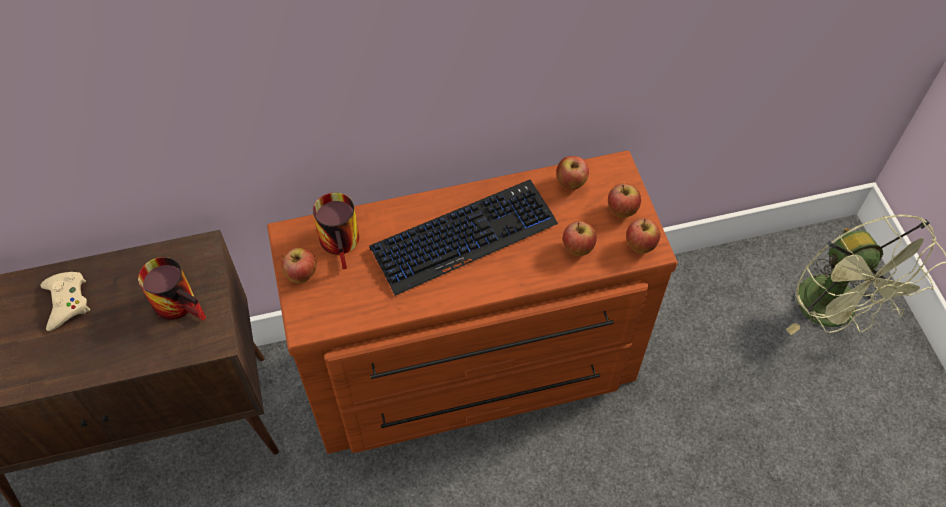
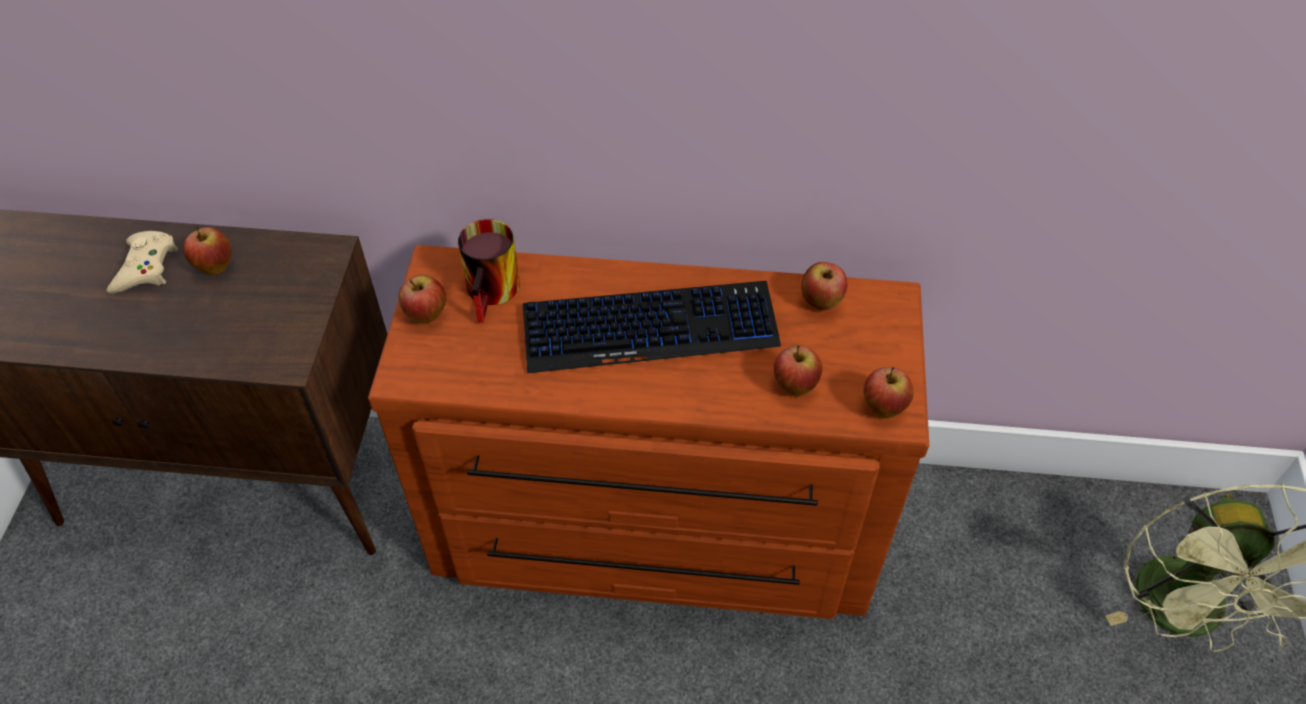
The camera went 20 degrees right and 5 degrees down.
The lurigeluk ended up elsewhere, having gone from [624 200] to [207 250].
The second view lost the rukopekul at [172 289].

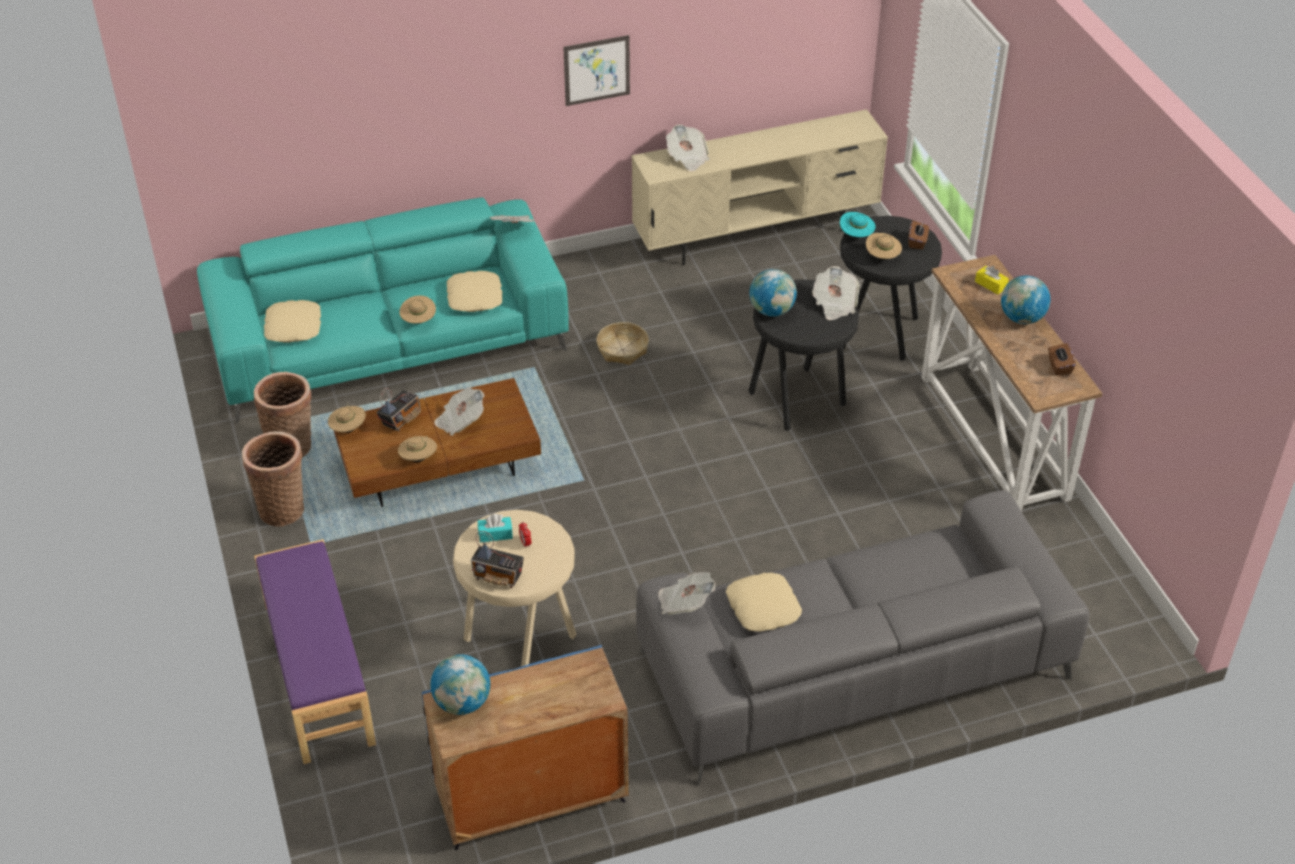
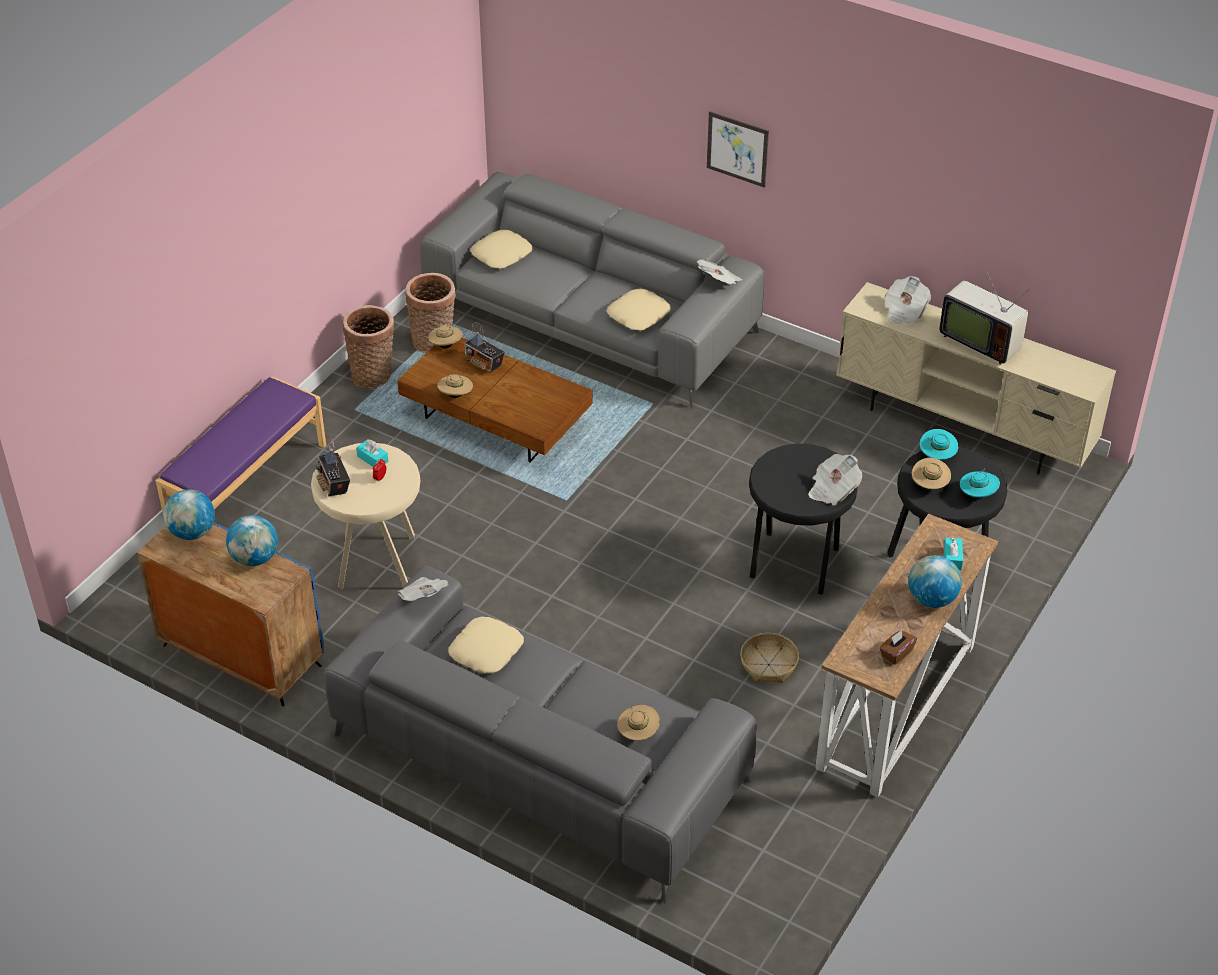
The camera went 50 degrees right and 0 degrees up.
The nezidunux ended up elsewhere, having gone from [773 293] to [252 540].
What was the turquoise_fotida at [383 310] turned into the grey_fotida at [592 290].
The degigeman at [398 409] ended up facing another way, 45 degrees clockwise from before.
The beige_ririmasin ended up elsewhere, having gone from [417 309] to [638 723].
The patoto ended up elsewhere, having gone from [596 70] to [738 149].
The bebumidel ended up elsewhere, having gone from [622 343] to [769 658].
The second view gained the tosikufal at [984 317].
What was the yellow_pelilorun at [992 280] turned into the turquoise_pelilorun at [953 554].
Where the brown_pelilorun stood at [918 235], the turquoise_ririmasin came to stand at [980 483].
The second view lost the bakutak at [459 411].

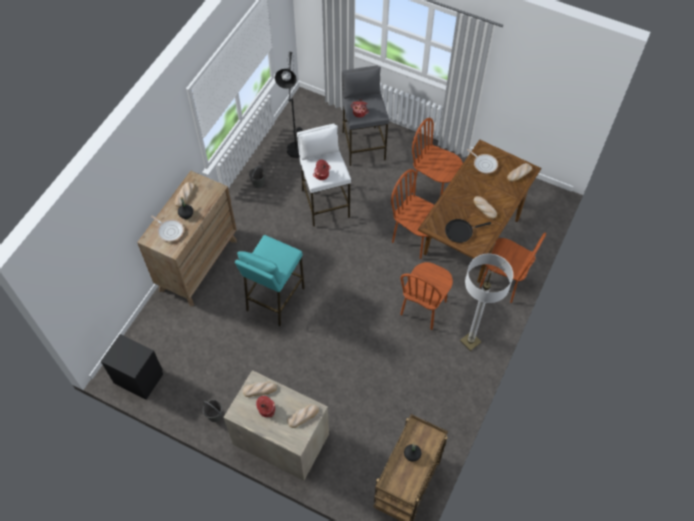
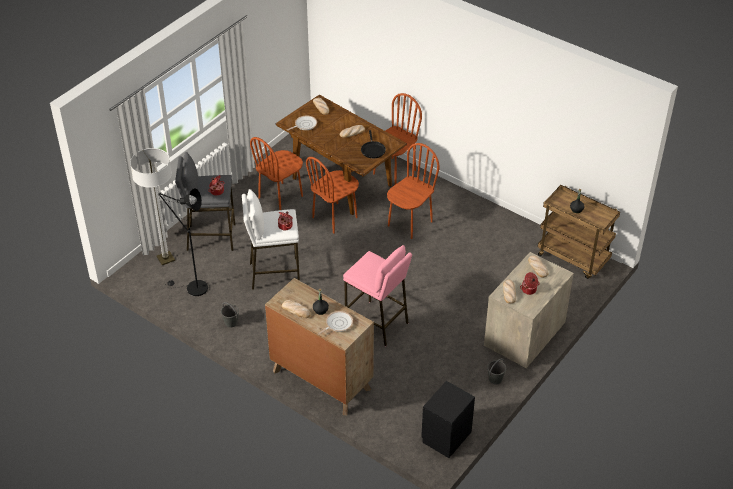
The camera went 80 degrees left and 15 degrees down.
The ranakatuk ended up elsewhere, having gone from [486 302] to [152 206].
What was the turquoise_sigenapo at [270 280] turned into the pink_sigenapo at [377 295].
The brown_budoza at [426 296] ended up facing another way, 90 degrees counterclockwise from before.

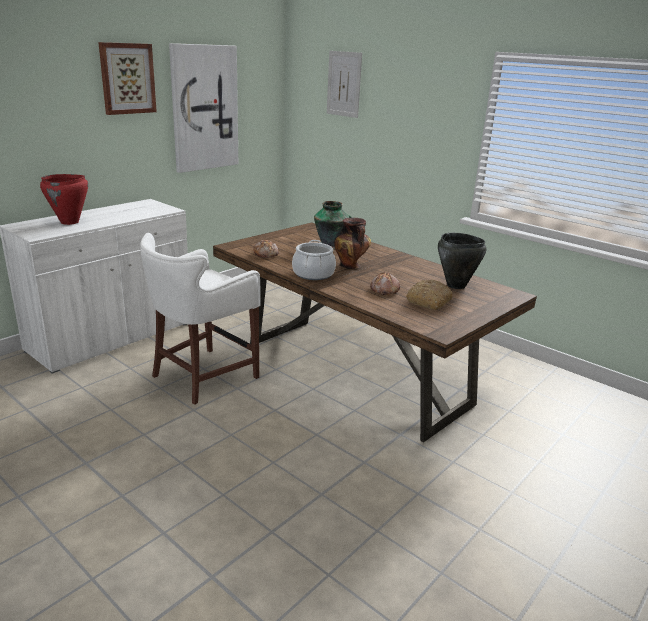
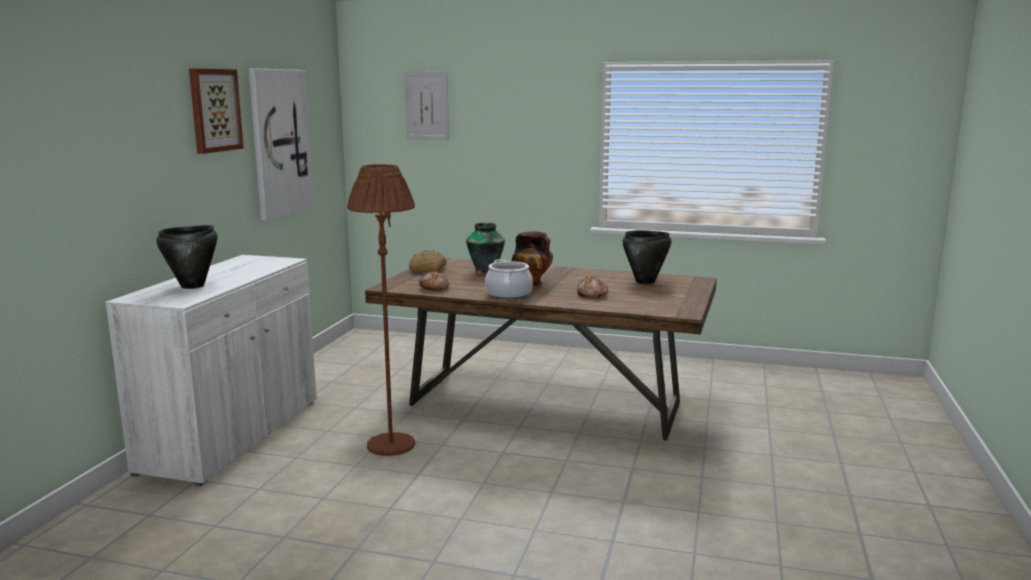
The camera went 25 degrees left and 10 degrees down.
What was the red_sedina at [64 199] turned into the black_sedina at [187 257].
Where the white_sigenapo stood at [200 319], the brown_ranakatuk came to stand at [381 310].
The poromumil ended up elsewhere, having gone from [429 295] to [427 261].

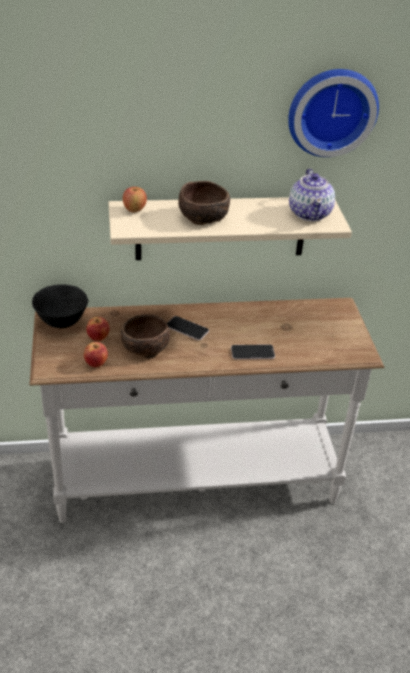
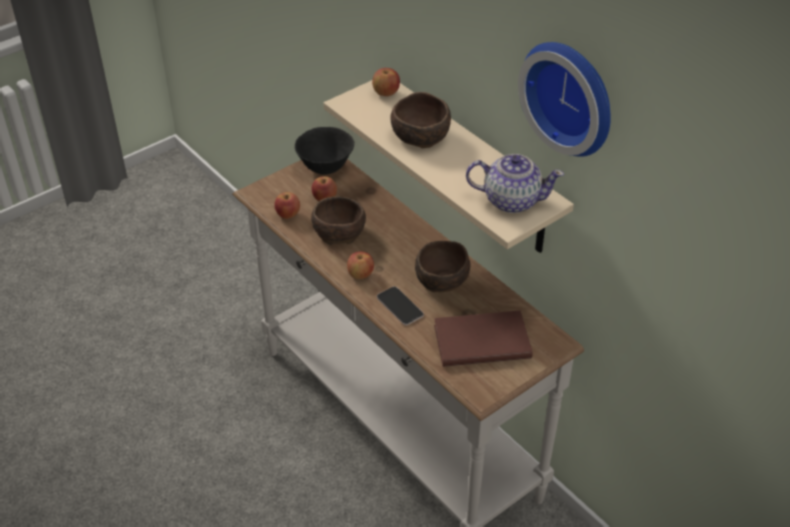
The camera went 60 degrees right and 5 degrees up.
The second view gained the lurigeluk at [360 265].
The second view gained the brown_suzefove at [443 266].
The second view gained the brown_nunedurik at [483 338].
The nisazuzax at [312 195] ended up facing another way, 135 degrees counterclockwise from before.
The second view lost the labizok at [188 328].

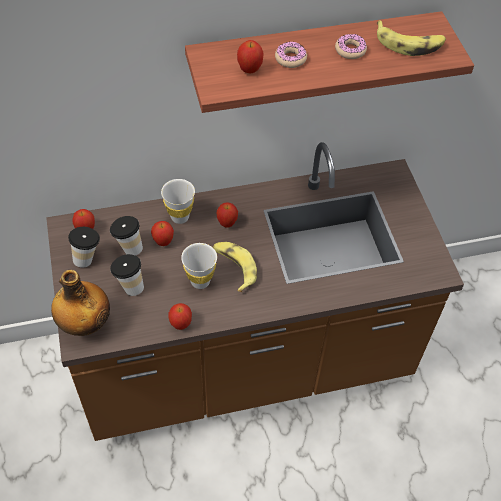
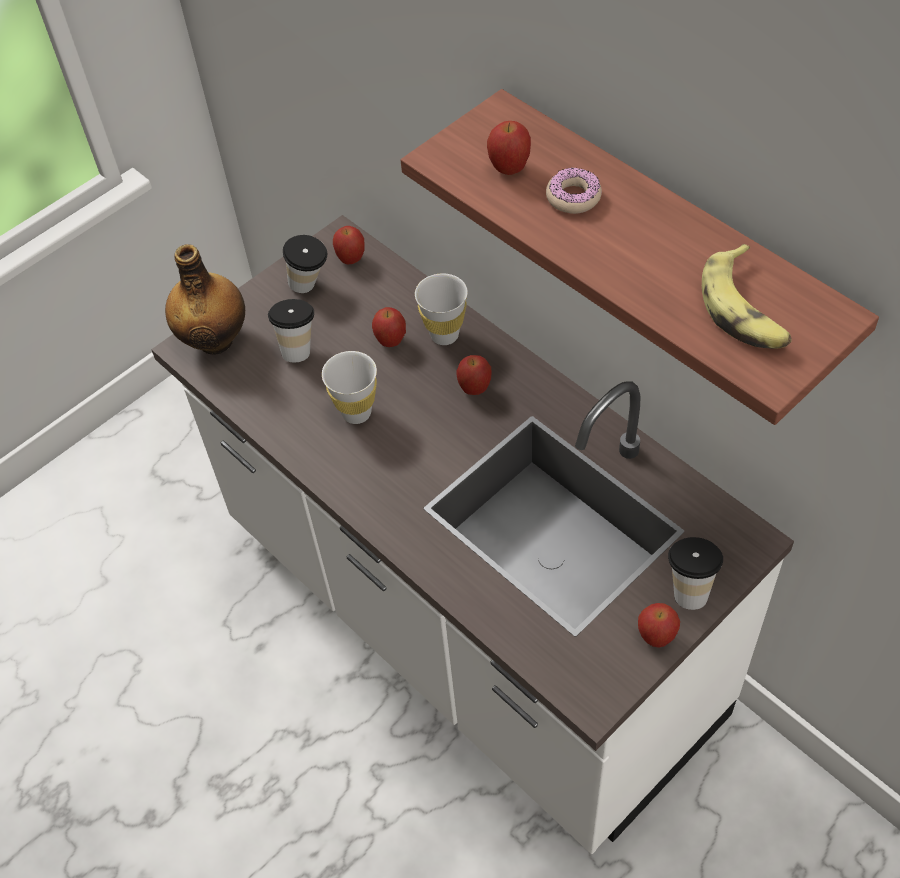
The camera went 65 degrees right and 0 degrees up.
What was the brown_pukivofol at [255 291] turned into the white_pukivofol at [472 534].
The lurigeluk ended up elsewhere, having gone from [180 316] to [659 625].
The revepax ended up elsewhere, having gone from [126 236] to [695 573].
The second view lost the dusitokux at [235 267].
The second view lost the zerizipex at [351 46].

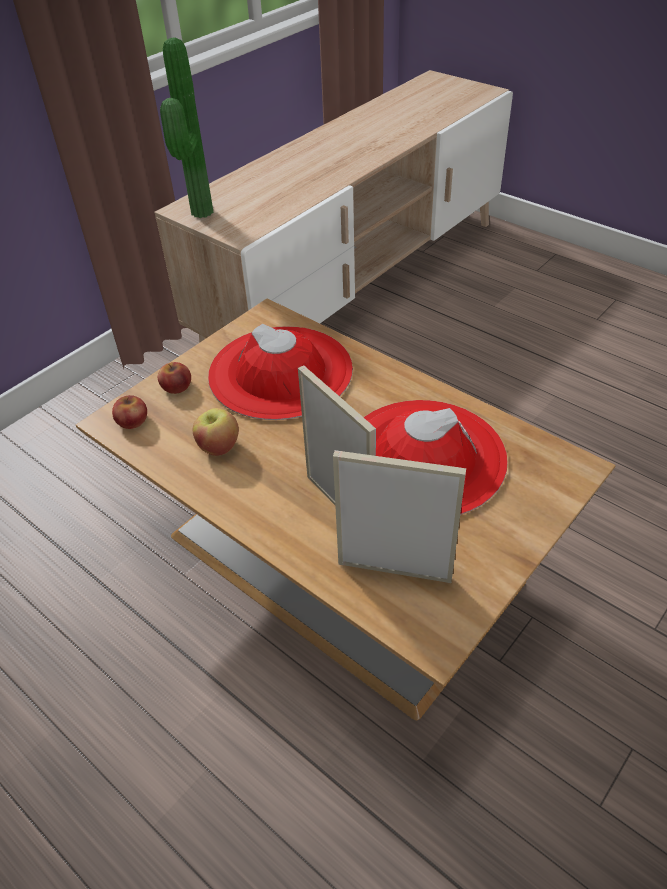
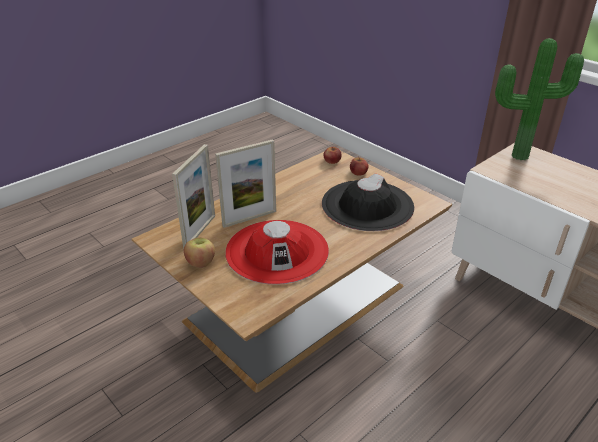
The camera went 95 degrees right and 10 degrees down.
The lurigeluk ended up elsewhere, having gone from [216 432] to [199 252].
What was the red_ririmasin at [280 372] turned into the black_ririmasin at [368 202].

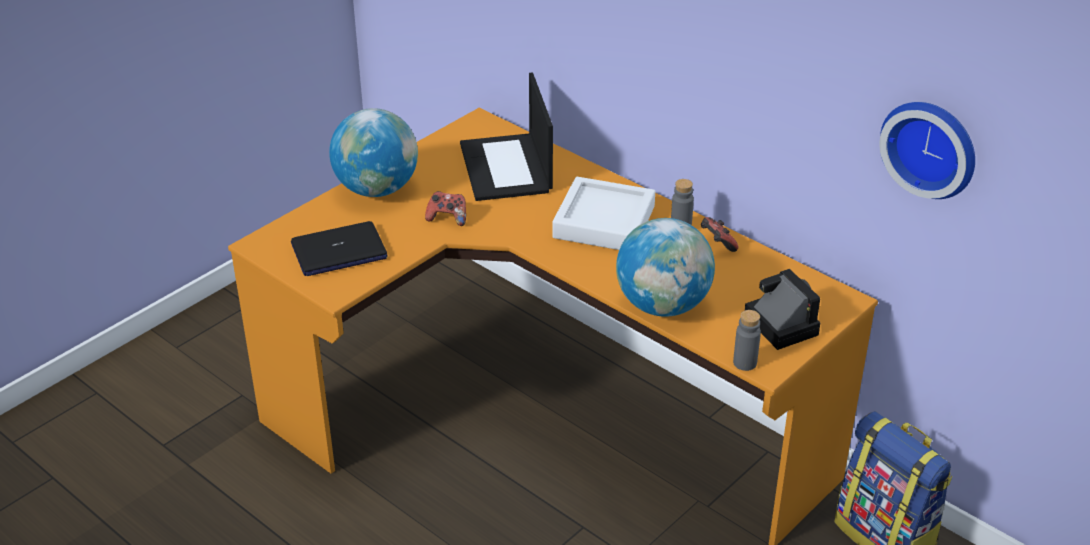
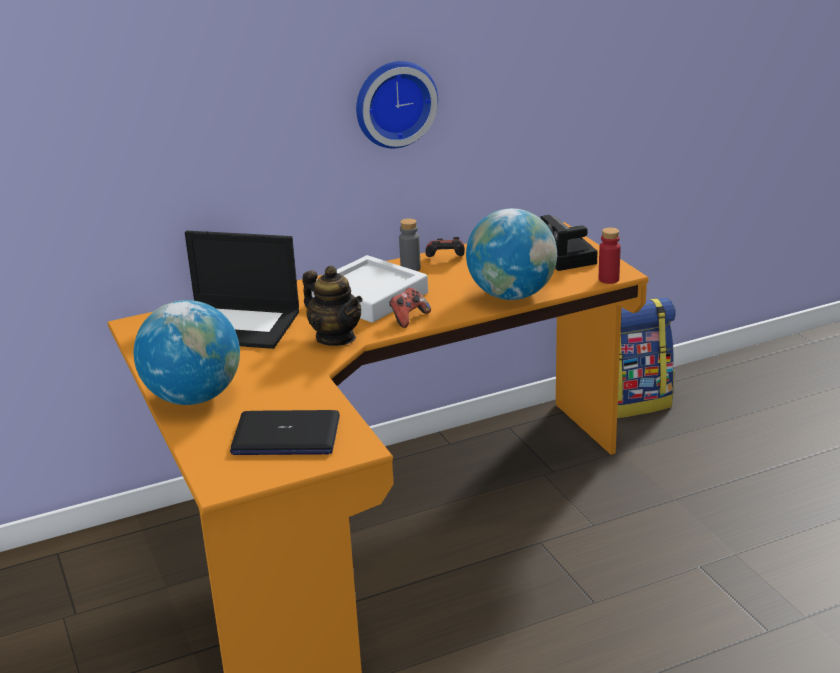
The camera went 65 degrees left and 10 degrees down.
The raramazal at [339 248] ended up facing another way, 90 degrees clockwise from before.
The second view gained the nisazuzax at [332 306].
The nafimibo ended up elsewhere, having gone from [927 150] to [397 104].
The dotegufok ended up elsewhere, having gone from [445 208] to [410 308].
The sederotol at [782 309] ended up facing another way, 105 degrees counterclockwise from before.
What was the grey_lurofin at [747 340] turned into the red_lurofin at [610 255].

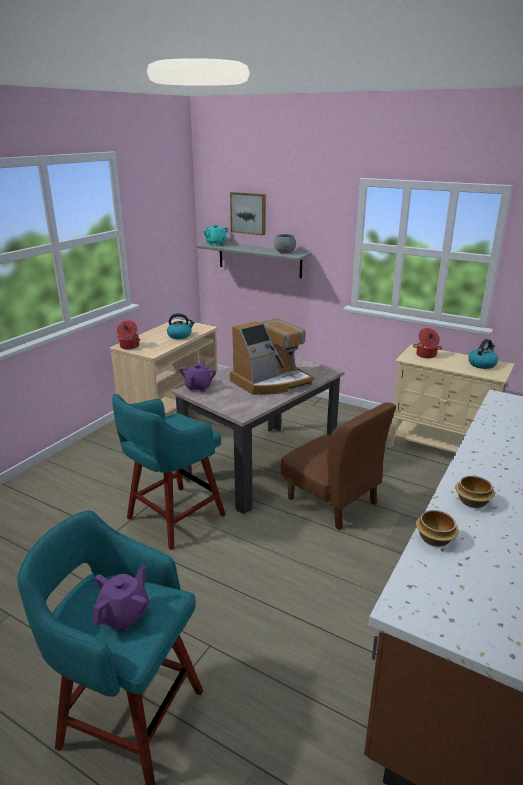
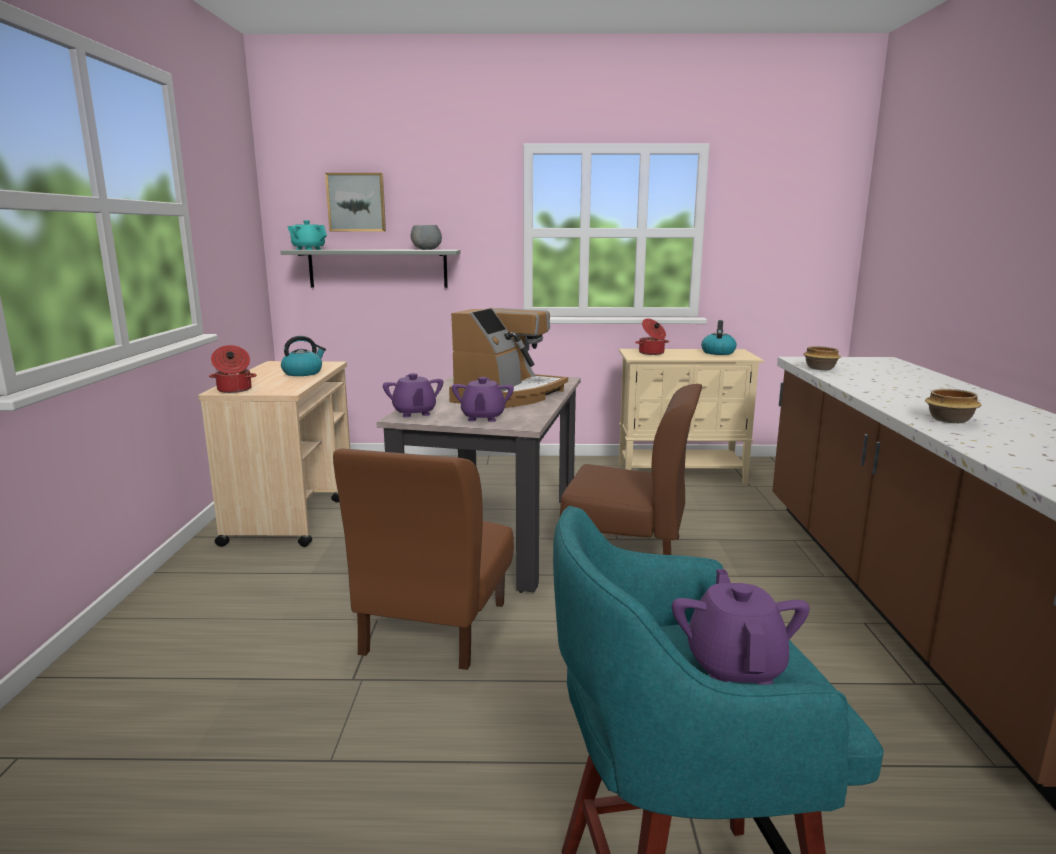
The camera went 30 degrees left and 10 degrees down.
Where the turquoise_sigenapo stood at [169 472], the brown_budoza came to stand at [423 559].
The second view gained the purple_nisazuzax at [483 399].
The suzefove ended up elsewhere, having gone from [437 528] to [822 358].

